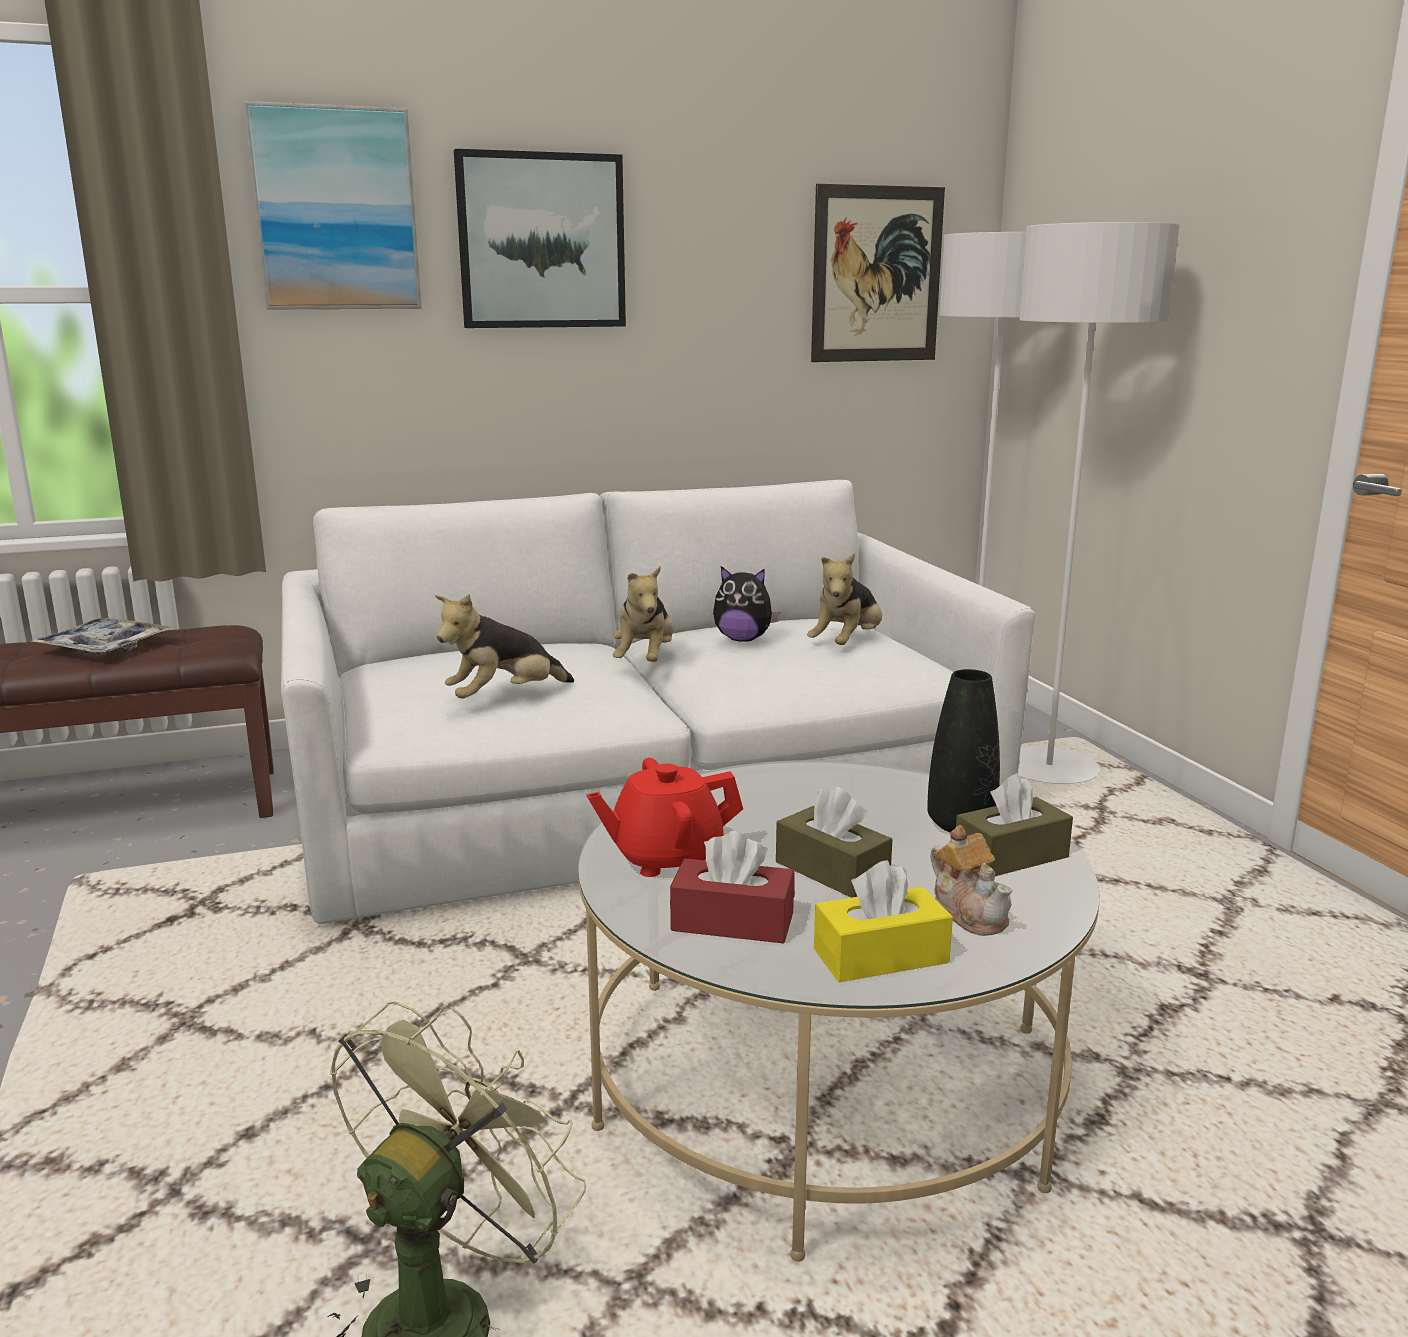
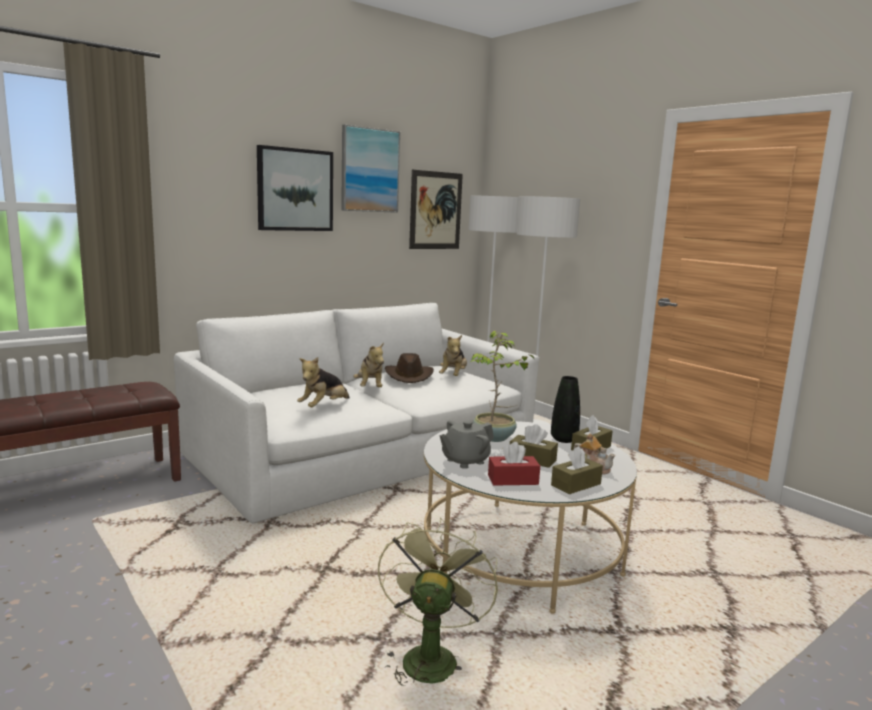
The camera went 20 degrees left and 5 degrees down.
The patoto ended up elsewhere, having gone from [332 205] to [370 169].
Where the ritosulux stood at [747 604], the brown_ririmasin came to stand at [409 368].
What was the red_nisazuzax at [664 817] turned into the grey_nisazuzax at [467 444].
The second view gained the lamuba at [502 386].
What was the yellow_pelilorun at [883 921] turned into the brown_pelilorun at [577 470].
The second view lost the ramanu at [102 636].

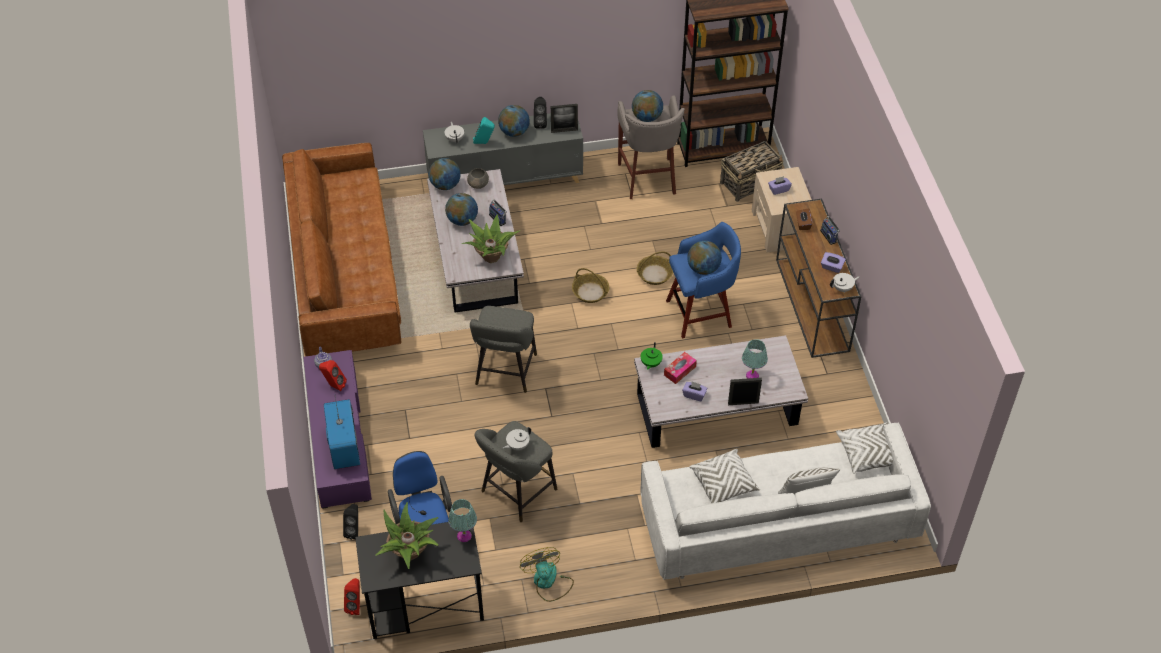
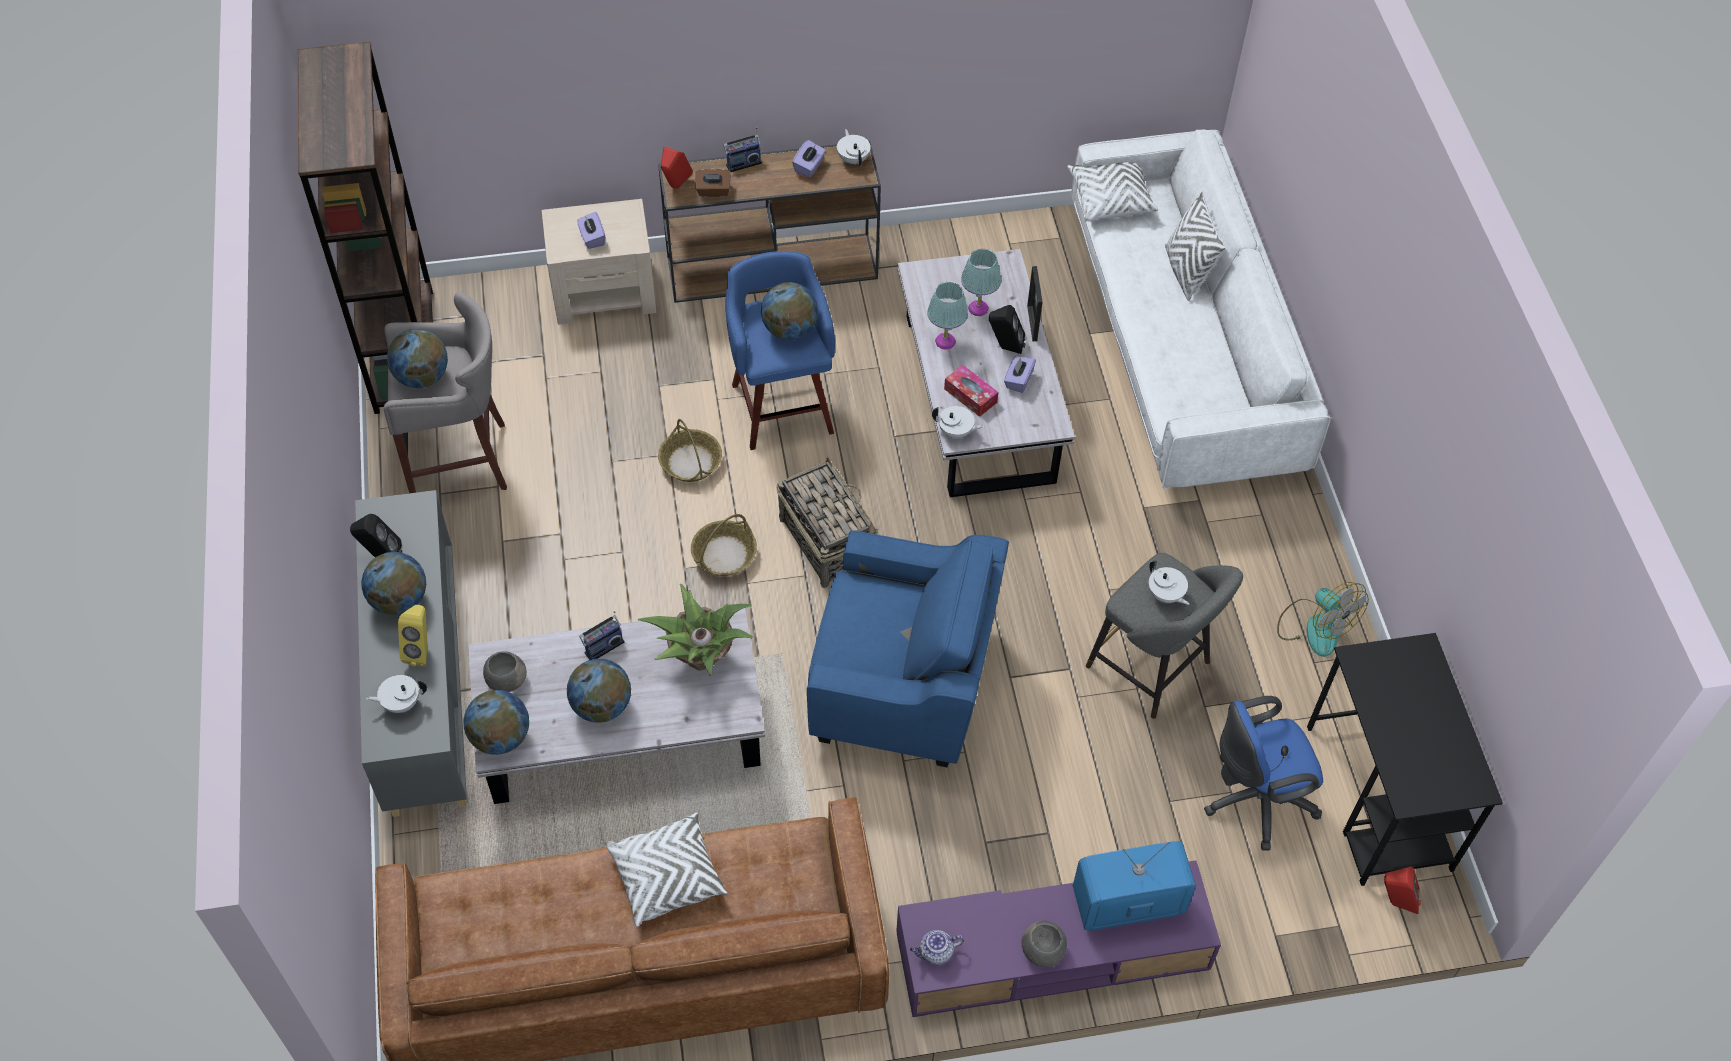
The camera went 90 degrees left and 5 degrees up.
What was the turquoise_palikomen at [484 130] turned into the yellow_palikomen at [413 635].
The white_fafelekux ended up elsewhere, having gone from [724 476] to [666 869].
The red_palikomen ended up elsewhere, having gone from [333 375] to [677 168].
The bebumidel ended up elsewhere, having gone from [752 171] to [828 522].
Where the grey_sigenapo stood at [503 349], the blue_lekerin came to stand at [908 648].
The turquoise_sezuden ended up elsewhere, having gone from [462 520] to [947 316].
What was the green_nisazuzax at [652 356] turned into the white_nisazuzax at [958 422].
The black_palikomen ended up elsewhere, having gone from [350 522] to [1007 329].
The second view gained the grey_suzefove at [1044 943].
The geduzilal at [547 574] ended up facing another way, 105 degrees counterclockwise from before.
The second view lost the lamuba at [407 535].
The second view lost the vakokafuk at [564 118].

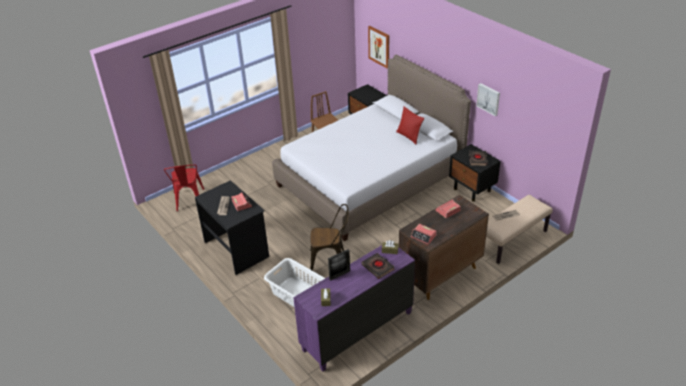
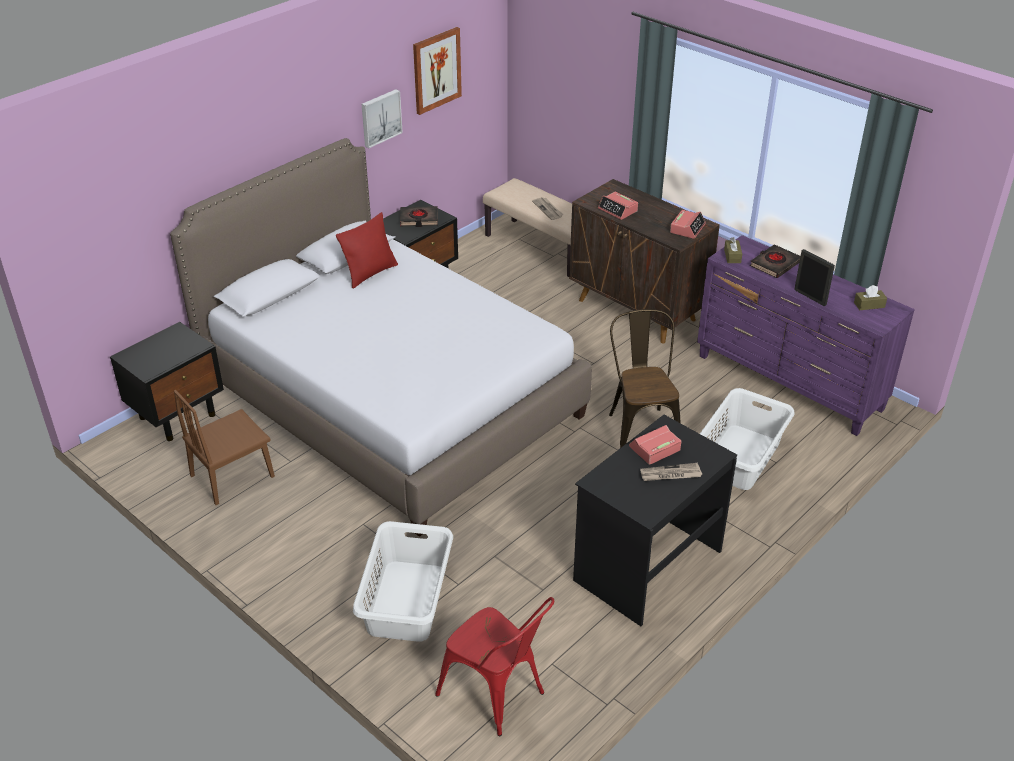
The camera went 100 degrees left and 0 degrees up.
The second view gained the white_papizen at [403 581].
The patoto ended up elsewhere, having gone from [378 47] to [437 71].
The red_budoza at [184 188] ended up facing another way, 60 degrees clockwise from before.

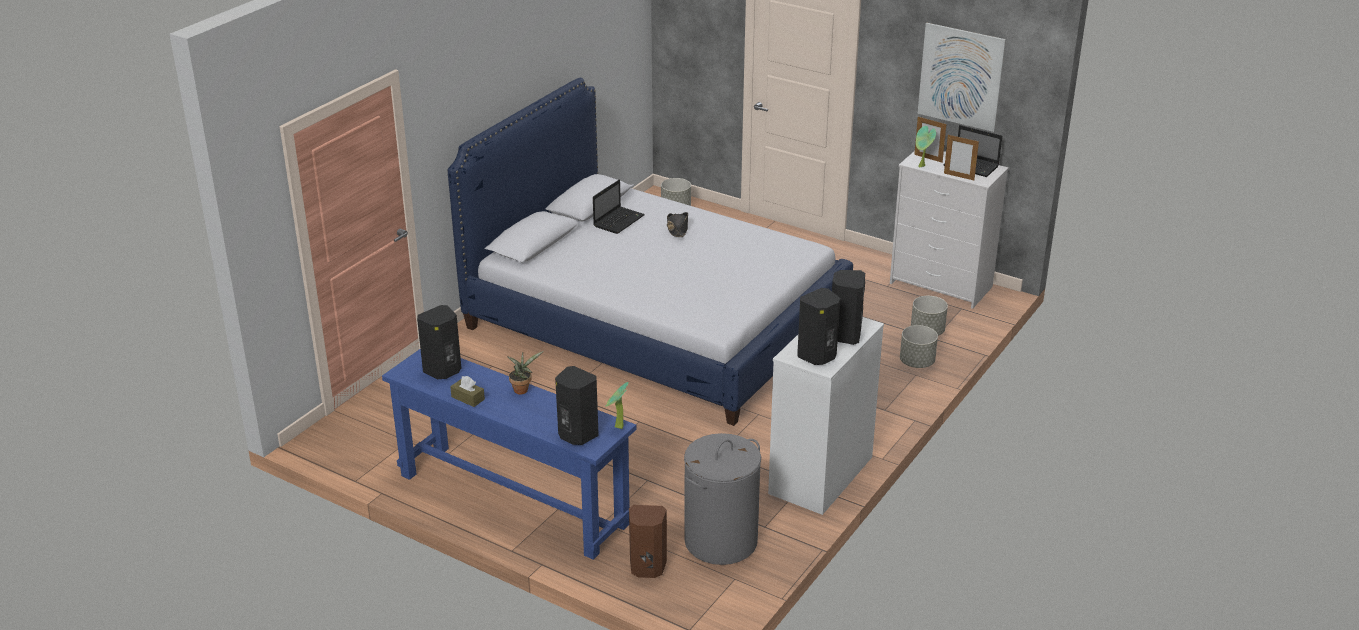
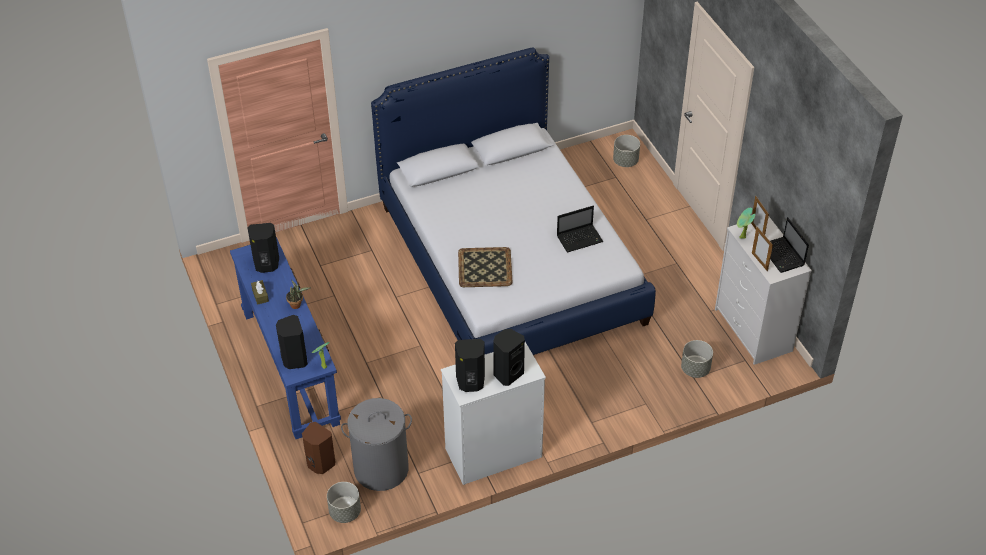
The camera went 35 degrees right and 15 degrees up.
The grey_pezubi ended up elsewhere, having gone from [919 346] to [344 502].
The second view gained the ramanu at [485 267].
The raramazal ended up elsewhere, having gone from [619 207] to [580 229].
The second view lost the black_ririmasin at [677 224].
The second view lost the patoto at [962 77].

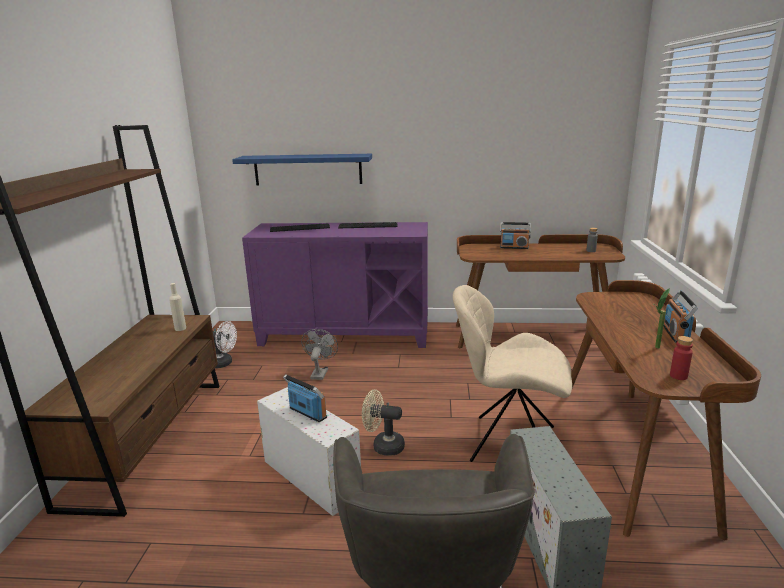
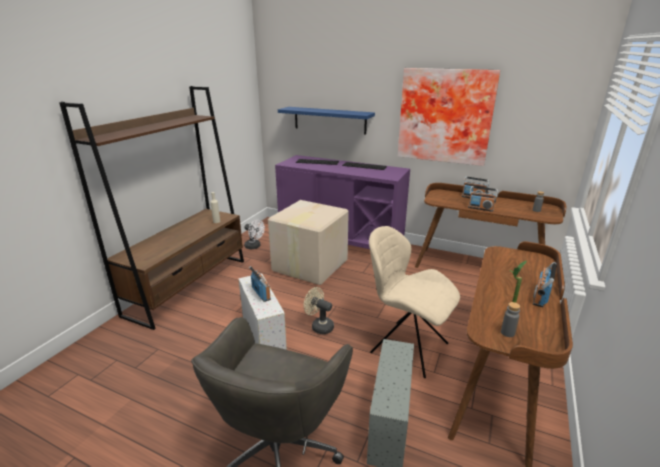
The camera went 20 degrees right and 5 degrees up.
Where the grey_geduzilal stood at [319 354], the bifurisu came to stand at [308 242].
The second view gained the patoto at [449 117].
The second view gained the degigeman at [483 199].
What was the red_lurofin at [681 358] turned into the grey_lurofin at [510 319].

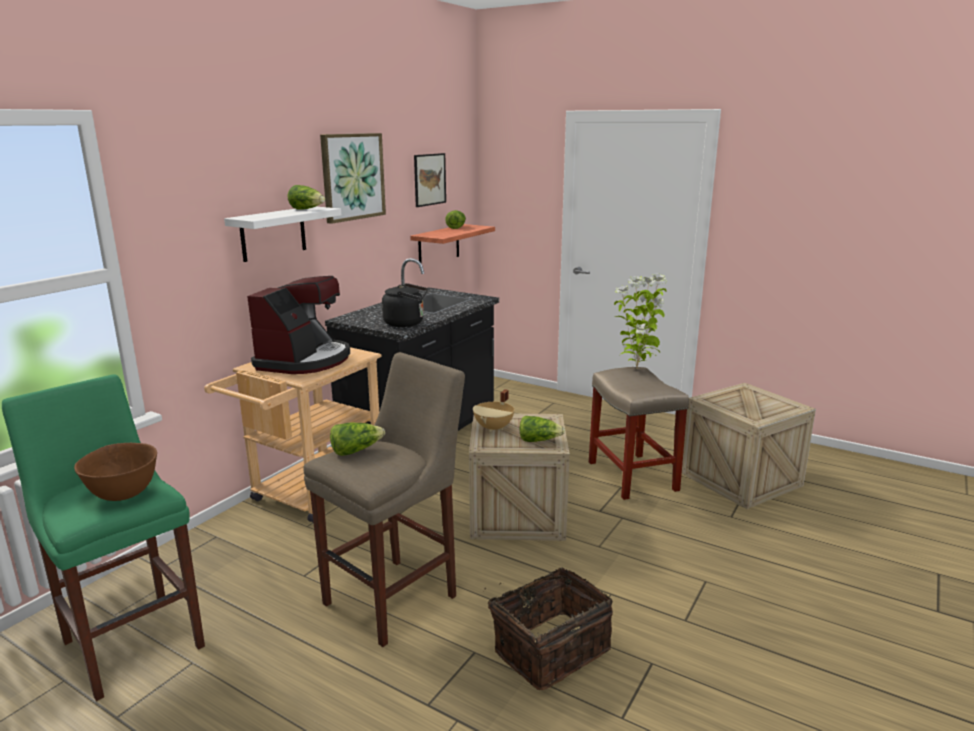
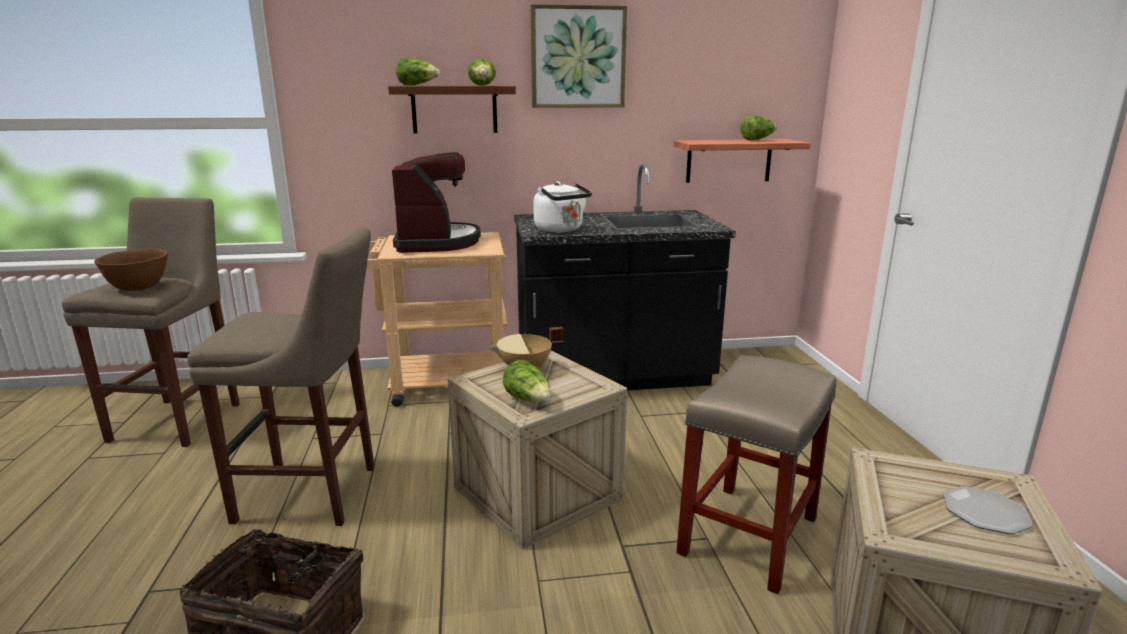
The camera went 50 degrees right and 0 degrees up.
What was the green_sigenapo at [103 537] turned into the beige_sigenapo at [151 322].
What was the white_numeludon at [282 234] turned into the brown_numeludon at [452 110].
The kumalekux at [298 325] ended up facing another way, 75 degrees counterclockwise from before.
The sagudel ended up elsewhere, having gone from [357 439] to [418 72].
What was the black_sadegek at [405 305] turned into the white_sadegek at [562 207].
The second view gained the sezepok at [988 510].
The second view lost the patoto at [430 180].
The second view lost the lamuba at [640 321].

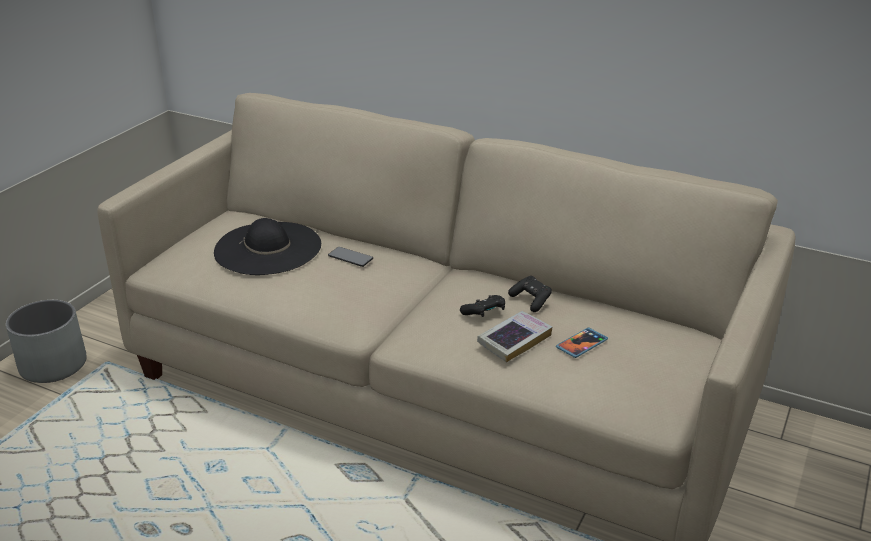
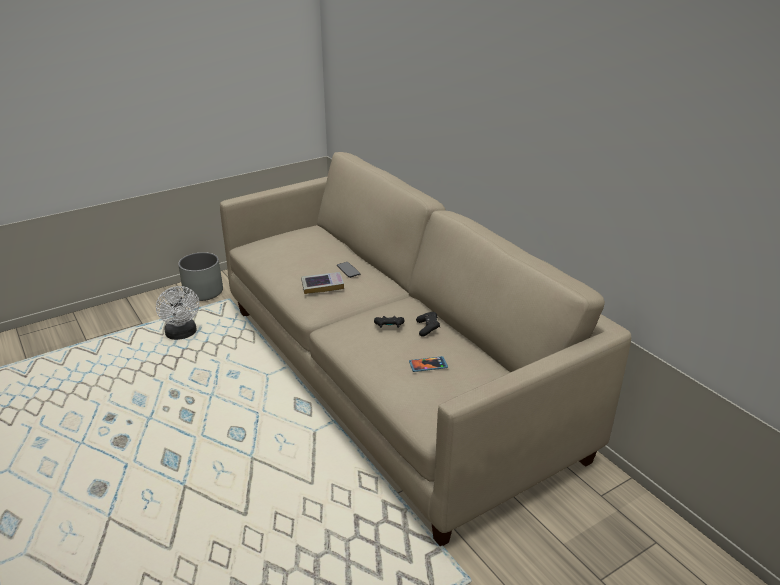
The camera went 30 degrees right and 0 degrees up.
The second view gained the white_geduzilal at [177 313].
The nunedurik ended up elsewhere, having gone from [514 336] to [322 283].
The second view lost the black_ririmasin at [267 246].

